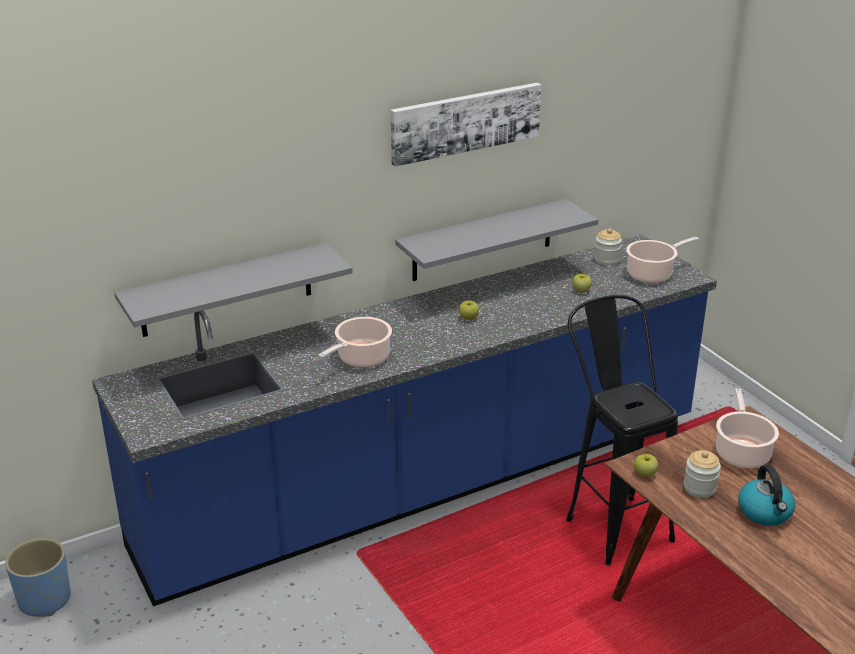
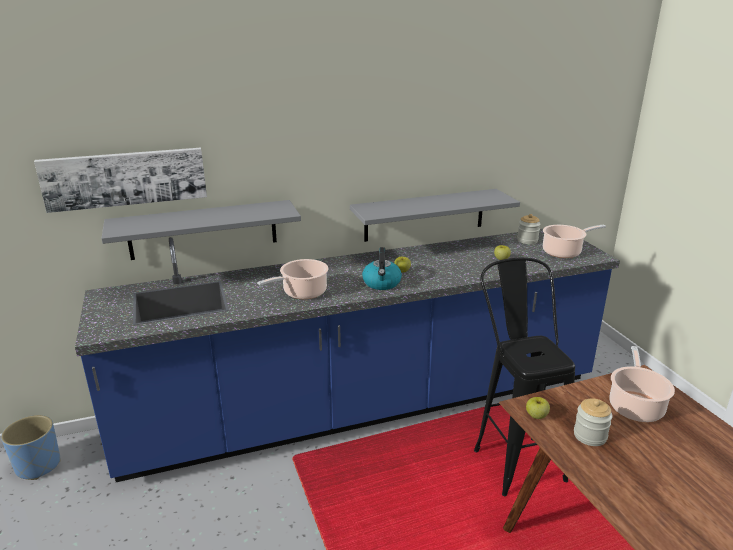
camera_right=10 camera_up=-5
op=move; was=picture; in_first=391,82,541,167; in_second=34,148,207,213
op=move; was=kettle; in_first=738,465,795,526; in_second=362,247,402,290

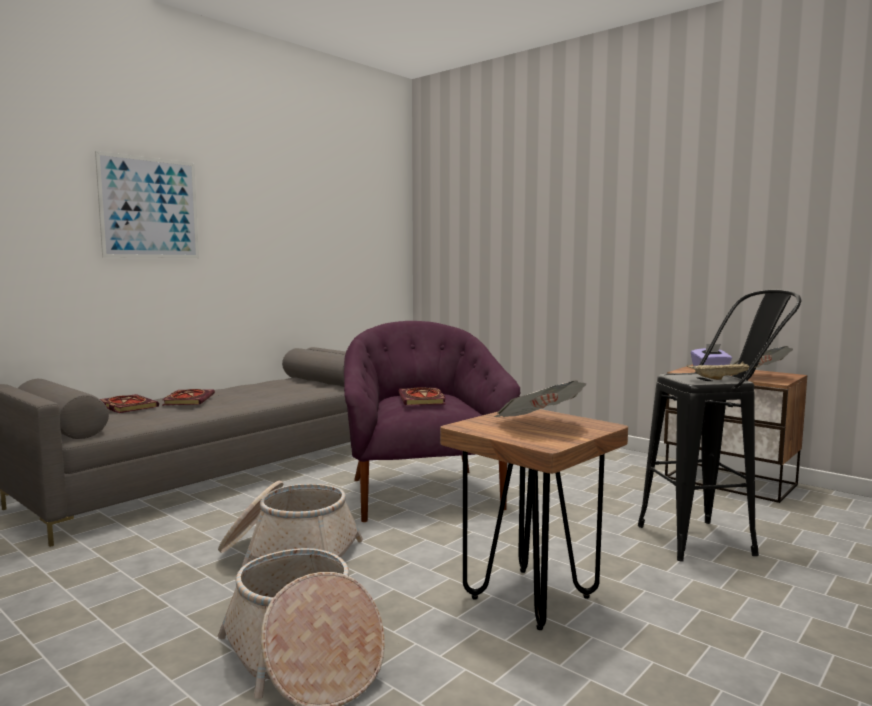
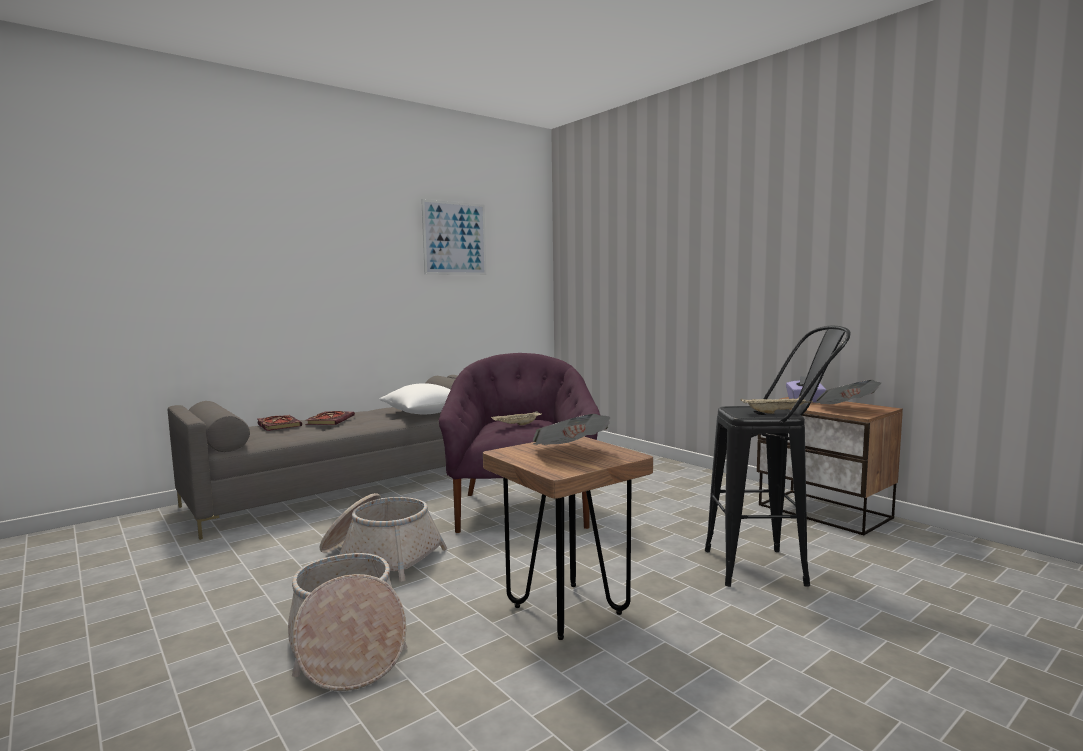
camera_right=10 camera_up=0
op=insert; now=pillow (white); in_second=380,383,451,415
op=move; was=picture; in_first=95,151,199,258; in_second=421,199,486,275
op=replace; was=book; now=tray (beige); in_first=398,387,446,405; in_second=491,411,542,426

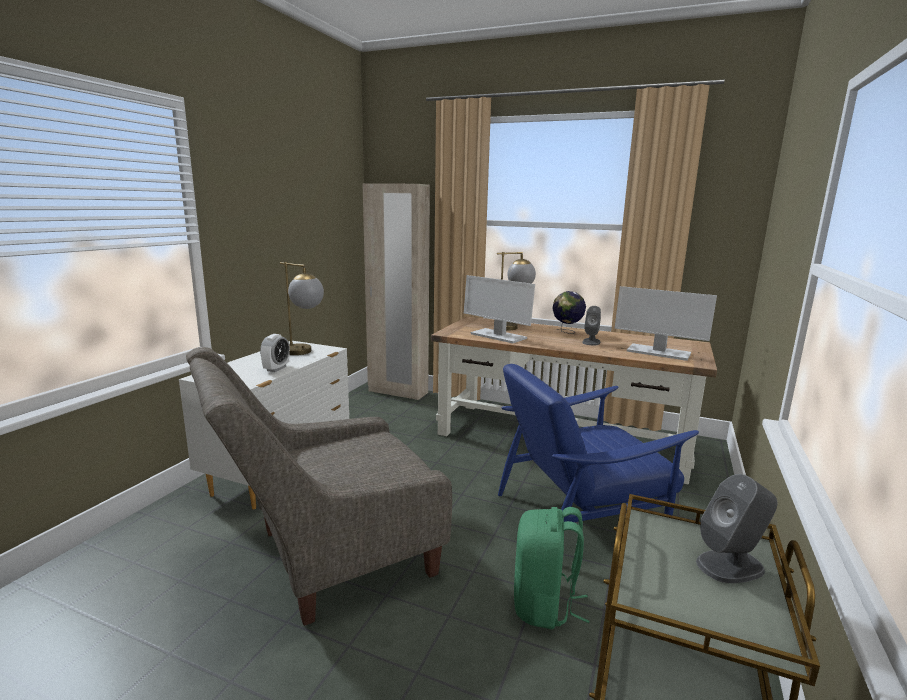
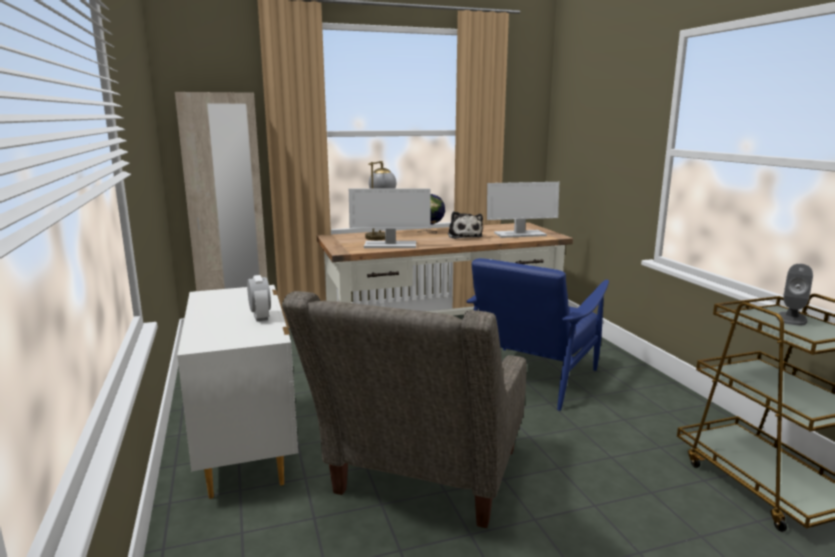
camera_right=-40 camera_up=0
op=replace; was=speaker (grey); now=plush toy; in_first=582,306,601,346; in_second=448,211,483,239
op=delete; was=table lamp; in_first=280,262,324,355
op=delete; was=backpack (green); in_first=514,507,589,629

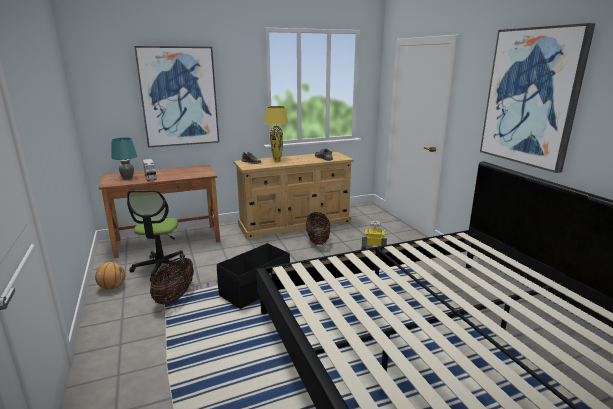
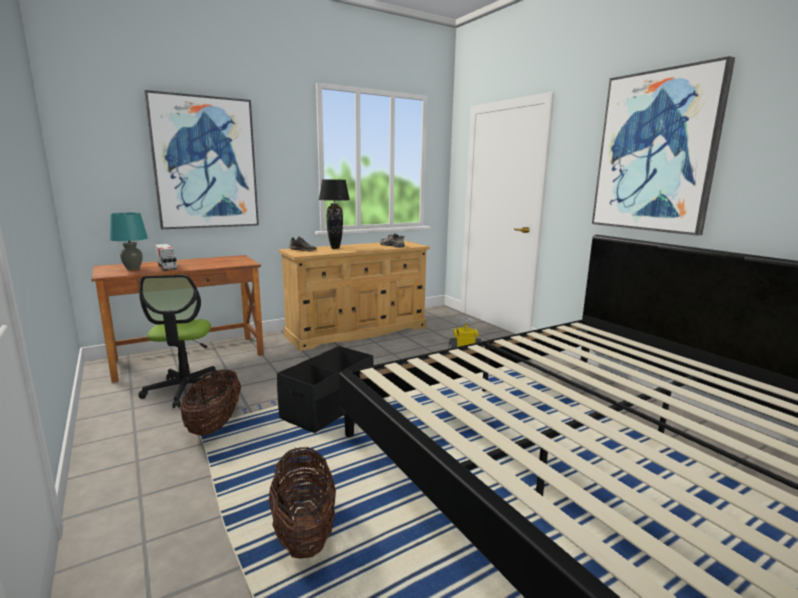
camera_right=-10 camera_up=-5
op=move; was=basket; in_first=306,212,330,245; in_second=269,446,336,559
op=recolor; was=table lamp (yellow); now=table lamp (black); in_first=264,106,288,161; in_second=319,179,350,249
op=delete; was=basketball; in_first=95,262,125,290

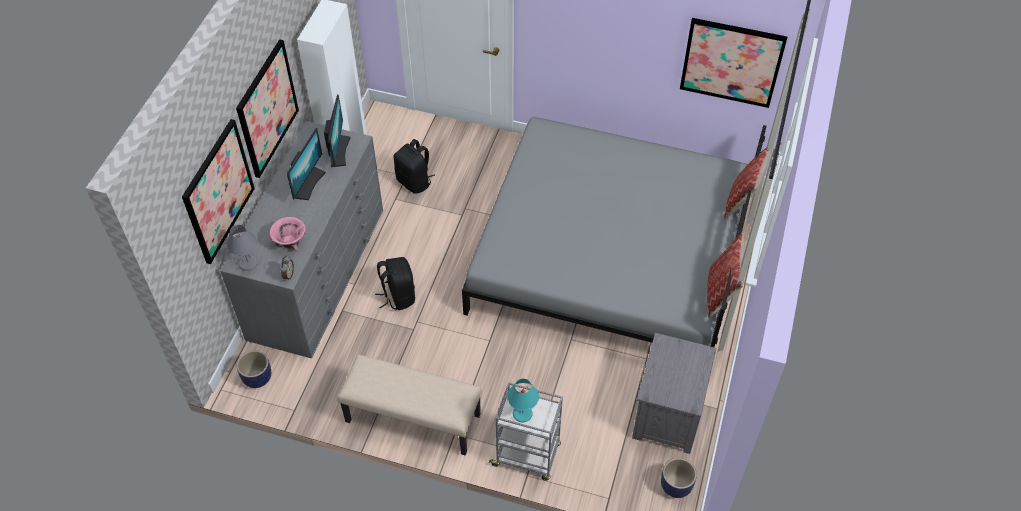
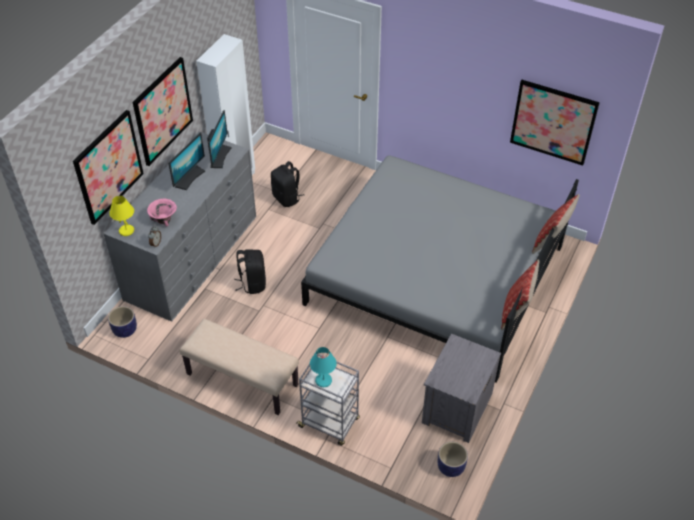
camera_right=10 camera_up=-5
op=recolor; was=table lamp (grey); now=table lamp (yellow); in_first=227,225,258,271; in_second=109,196,134,236

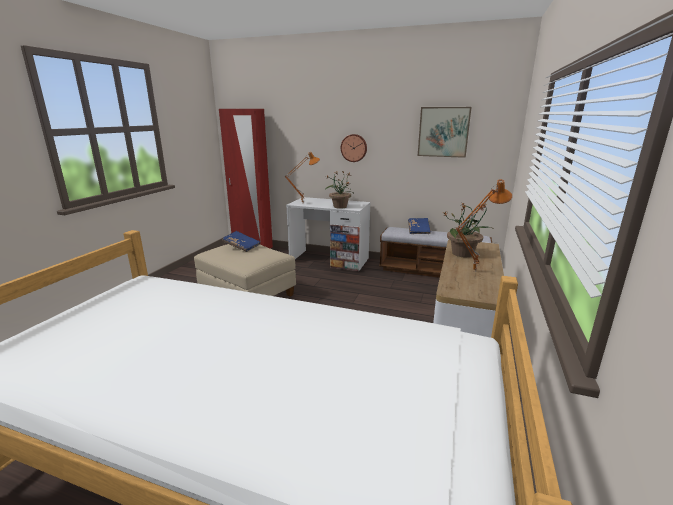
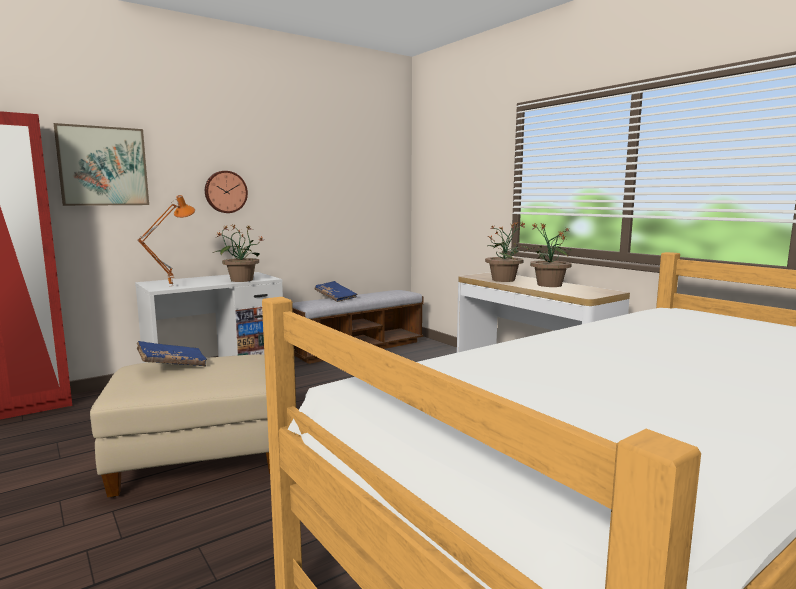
camera_right=-55 camera_up=-10
op=move; was=picture; in_first=418,107,471,158; in_second=54,123,149,206
op=replace; was=table lamp (orange); now=potted plant; in_first=456,179,512,272; in_second=525,223,572,287

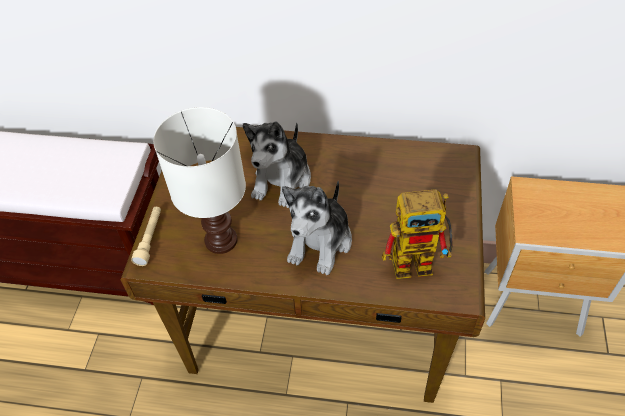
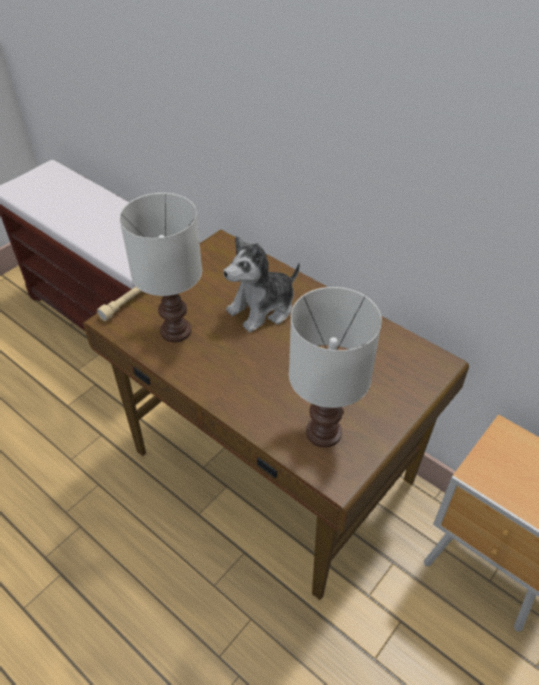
camera_right=30 camera_up=-5
op=replace; was=toy robot; now=table lamp (white); in_first=382,189,453,279; in_second=289,287,382,448
op=delete; was=plush toy; in_first=282,181,352,275

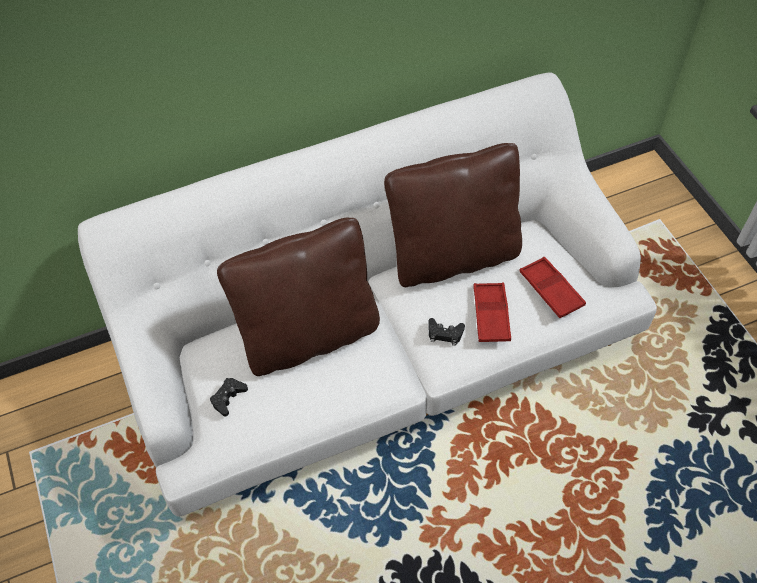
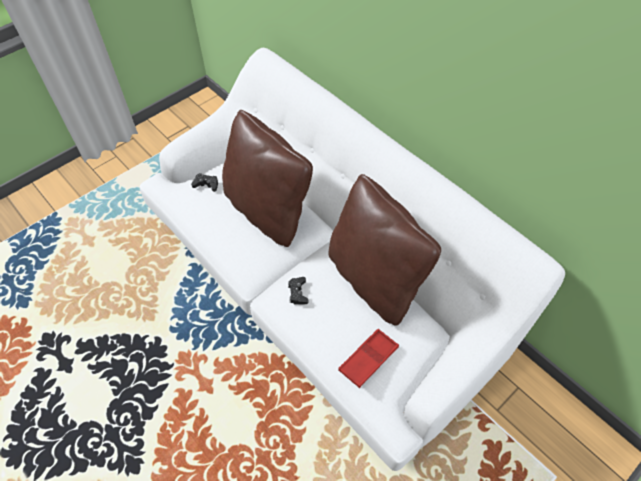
camera_right=70 camera_up=0
op=delete; was=tray (red); in_first=473,282,511,342

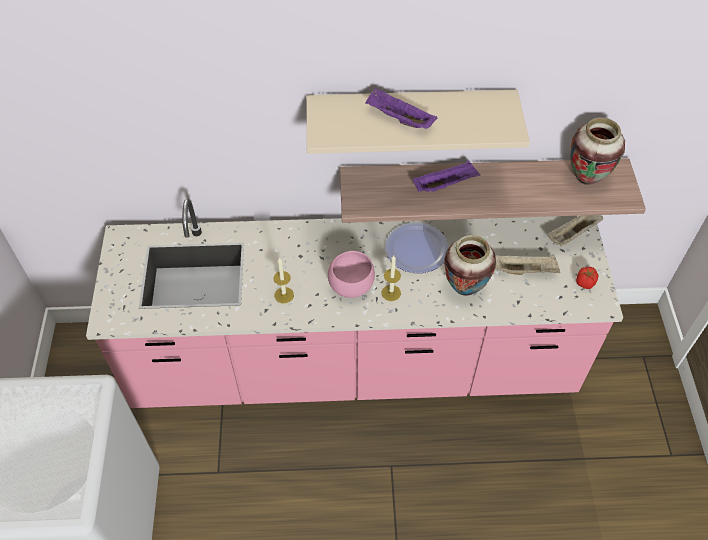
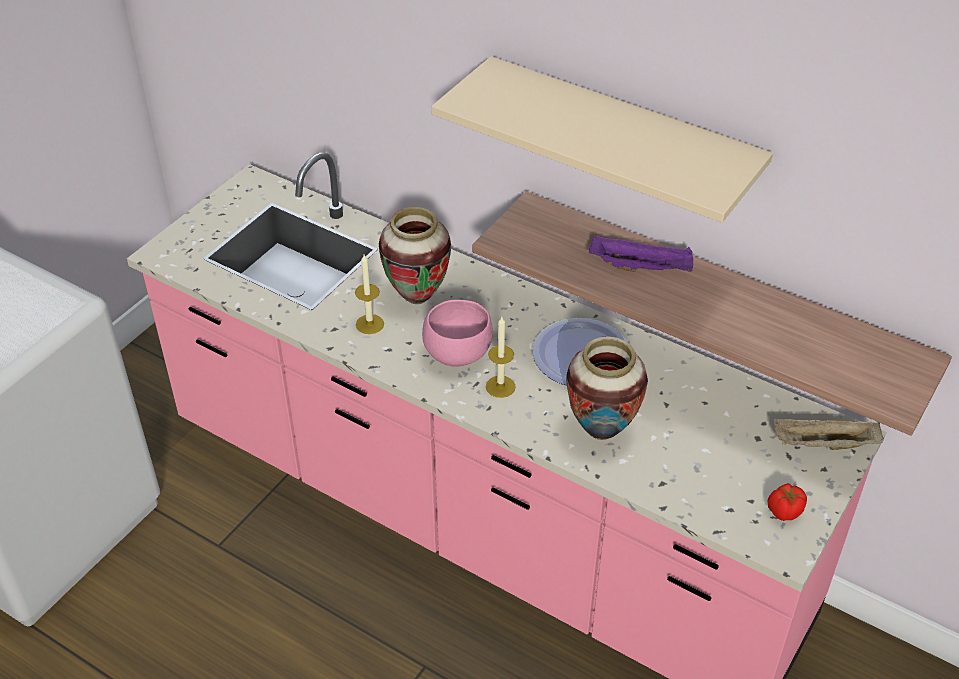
camera_right=35 camera_up=-10
op=move; was=vase; in_first=570,117,625,185; in_second=379,207,451,304
op=delete; was=tray (purple); in_first=365,88,437,129
op=delete; was=tray (beige); in_first=495,255,560,275

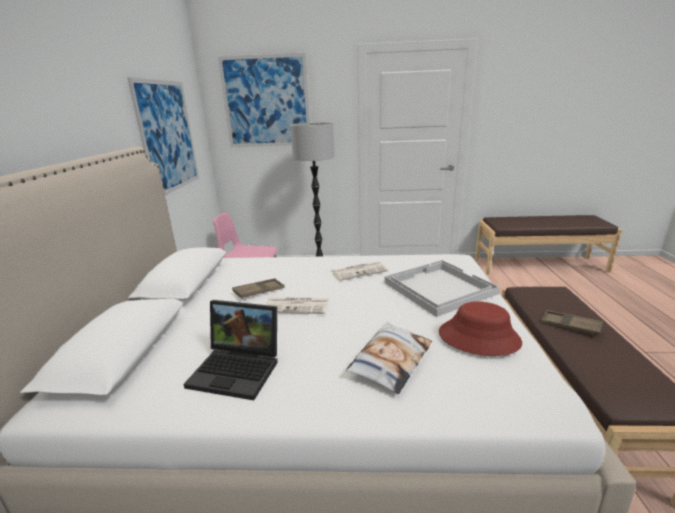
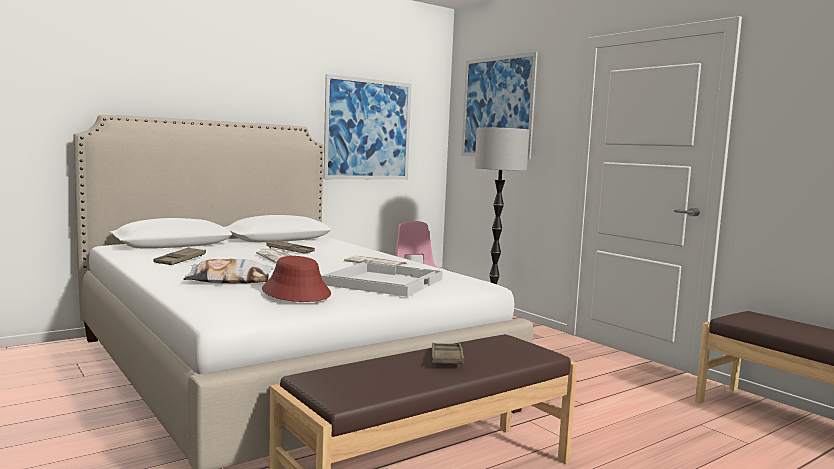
camera_right=50 camera_up=-15
op=replace; was=laptop; now=tray (brown); in_first=183,300,278,400; in_second=153,247,206,265

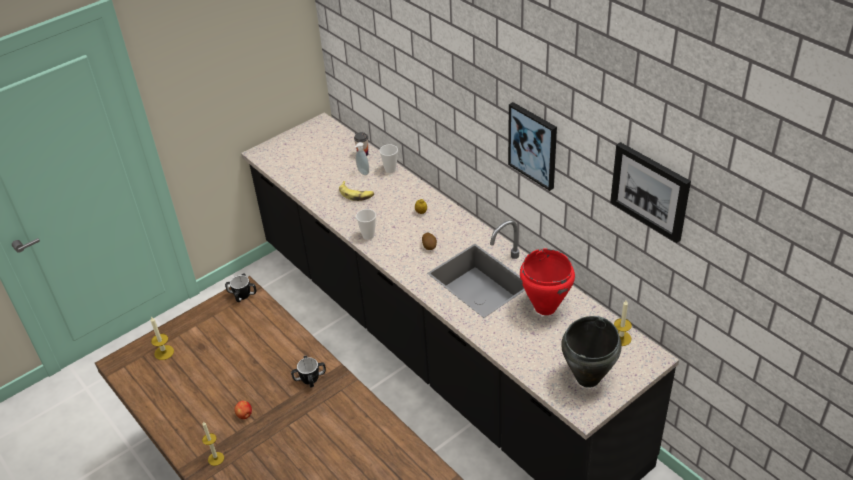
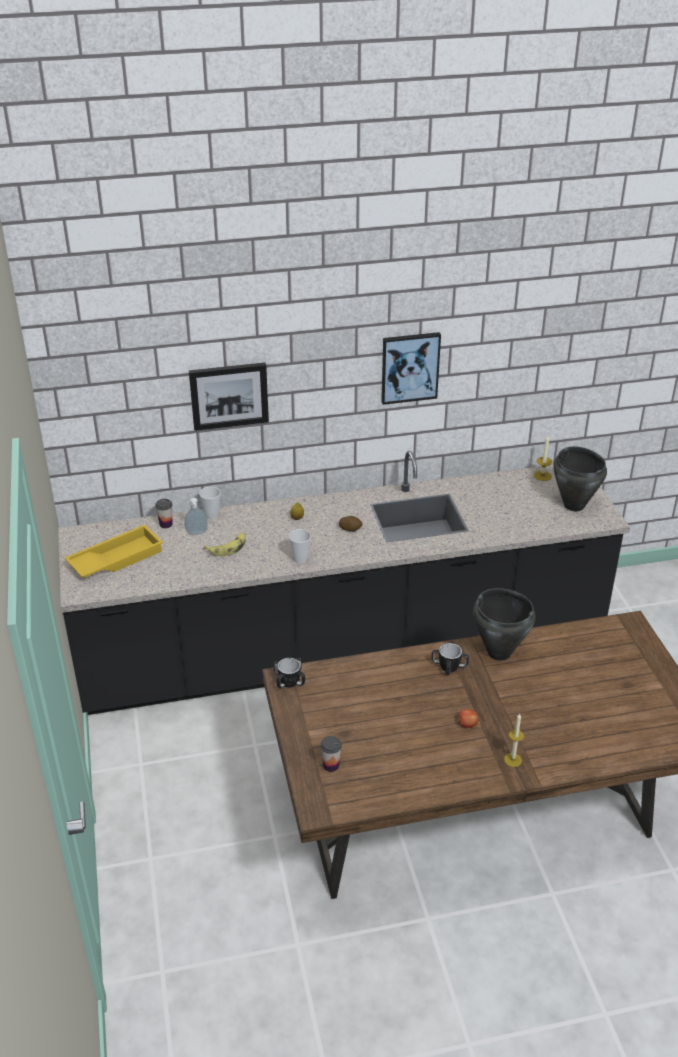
camera_right=-65 camera_up=-5
op=insert; now=tray (yellow); in_second=65,525,163,578
op=move; was=picture; in_first=610,142,691,243; in_second=189,362,269,431
op=replace; was=candle; now=cup; in_first=150,316,174,360; in_second=320,736,342,772
op=insert; now=cooking pot (black); in_second=473,588,536,661
op=delete; was=cooking pot (red); in_first=520,249,575,315

